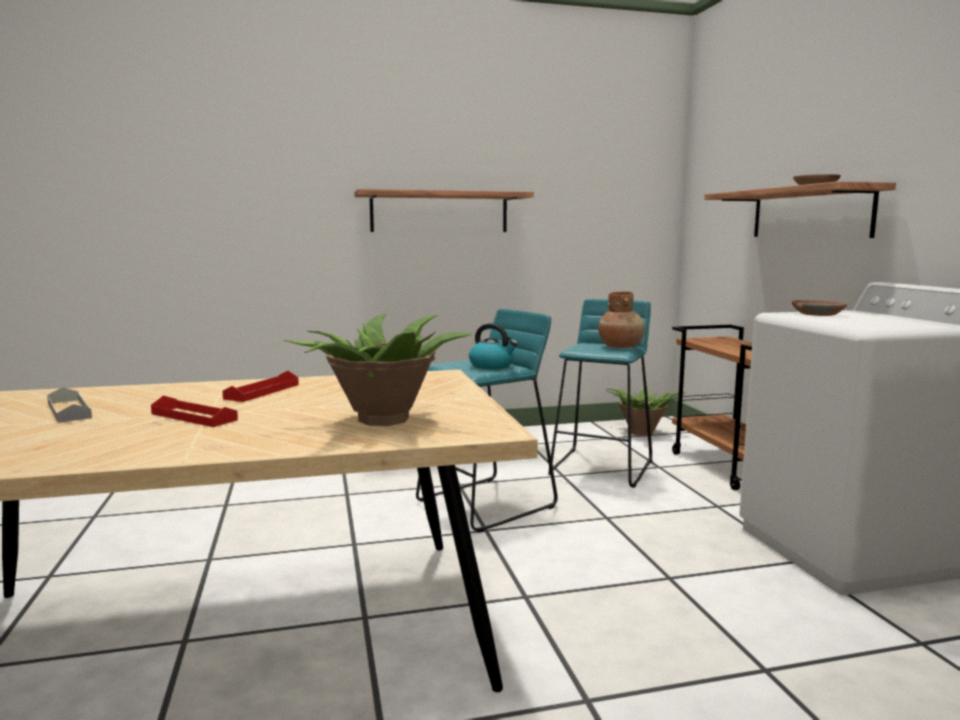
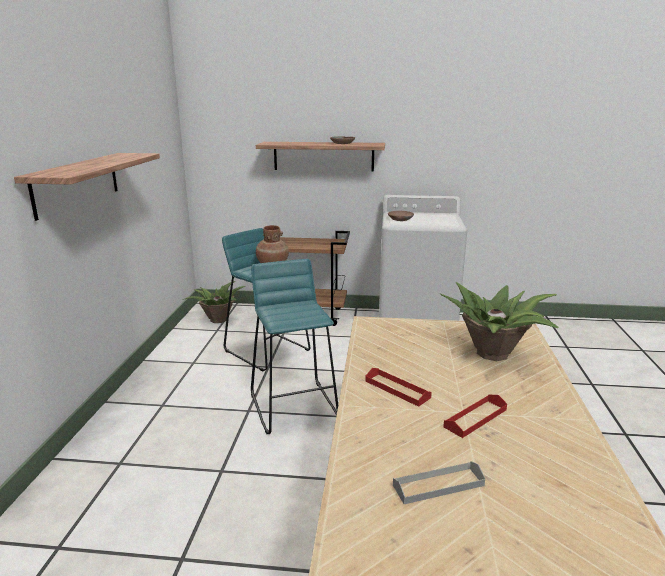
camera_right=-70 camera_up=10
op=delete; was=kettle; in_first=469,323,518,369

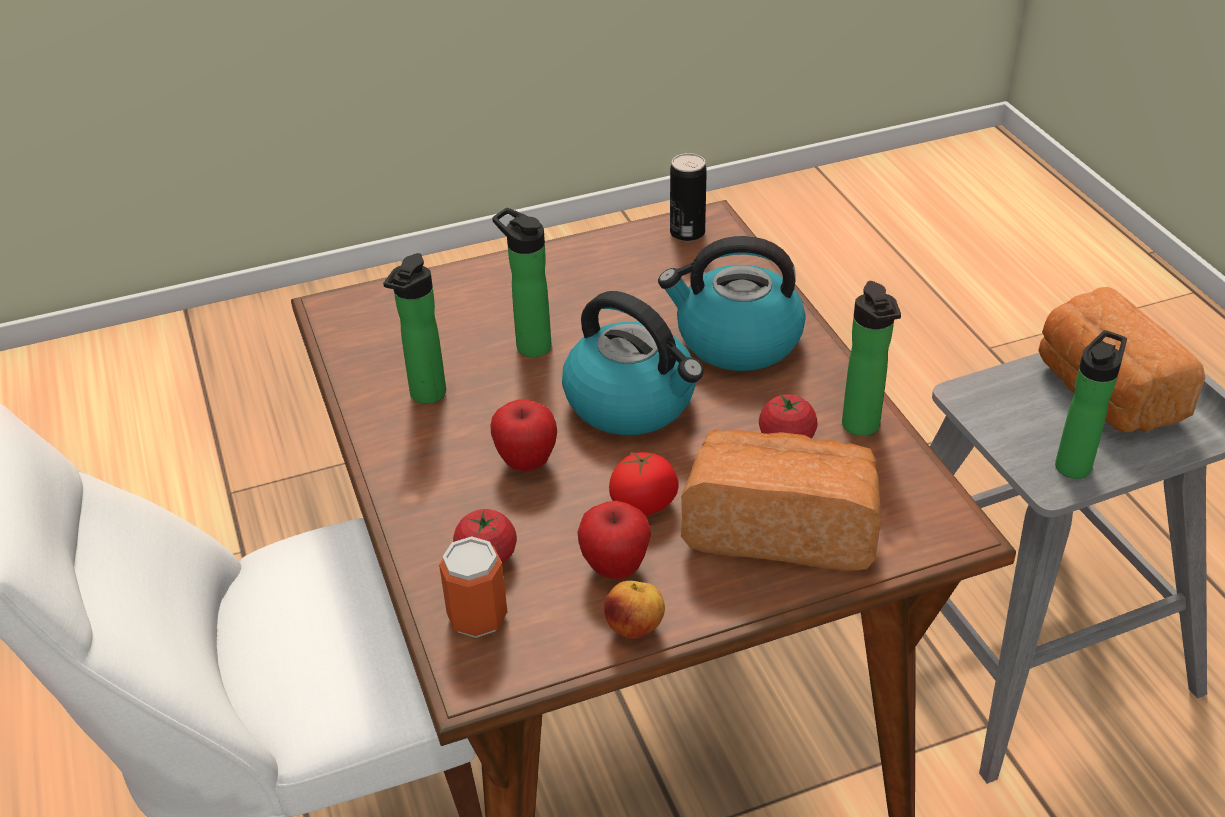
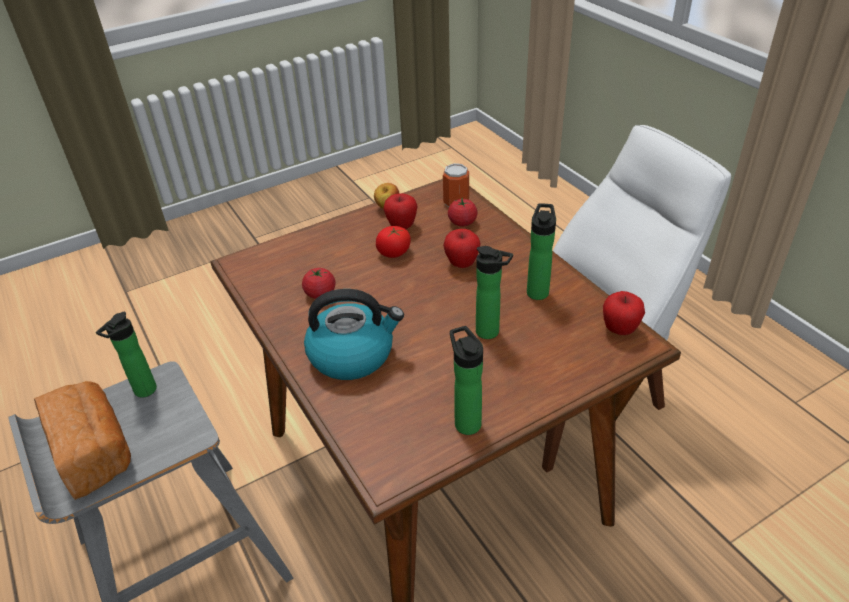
camera_right=170 camera_up=0
op=move; was=bottle; in_first=842,281,901,436; in_second=450,326,483,435
op=insert; now=apple; in_second=603,291,645,335
op=delete; was=kettle; in_first=562,291,704,435
op=delete; was=can; in_first=670,153,707,242
op=delete; was=bread; in_first=681,429,881,571

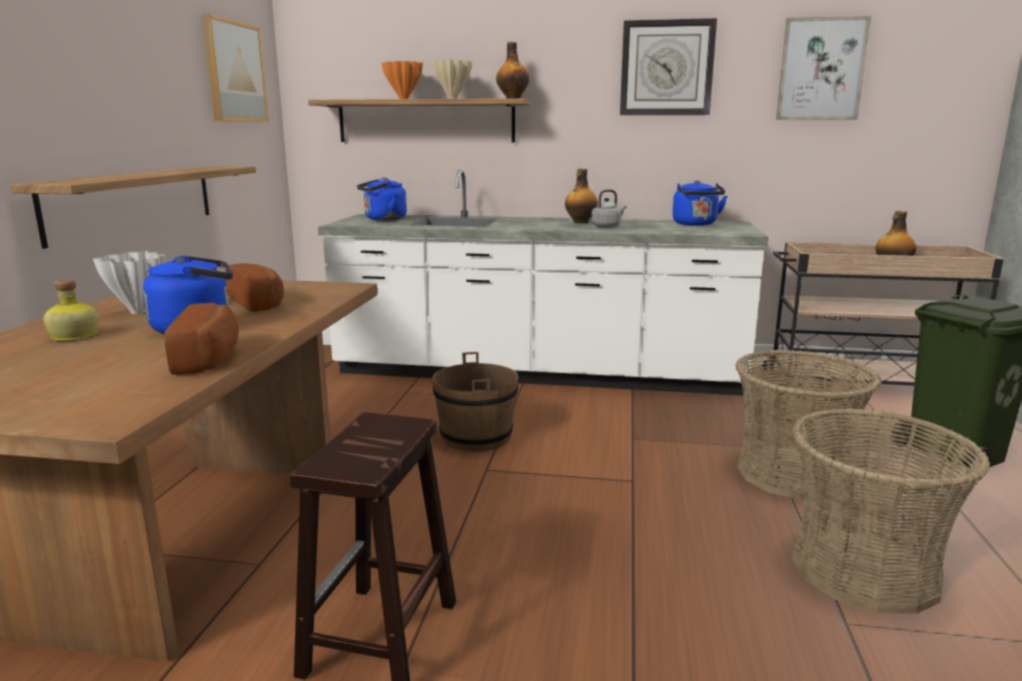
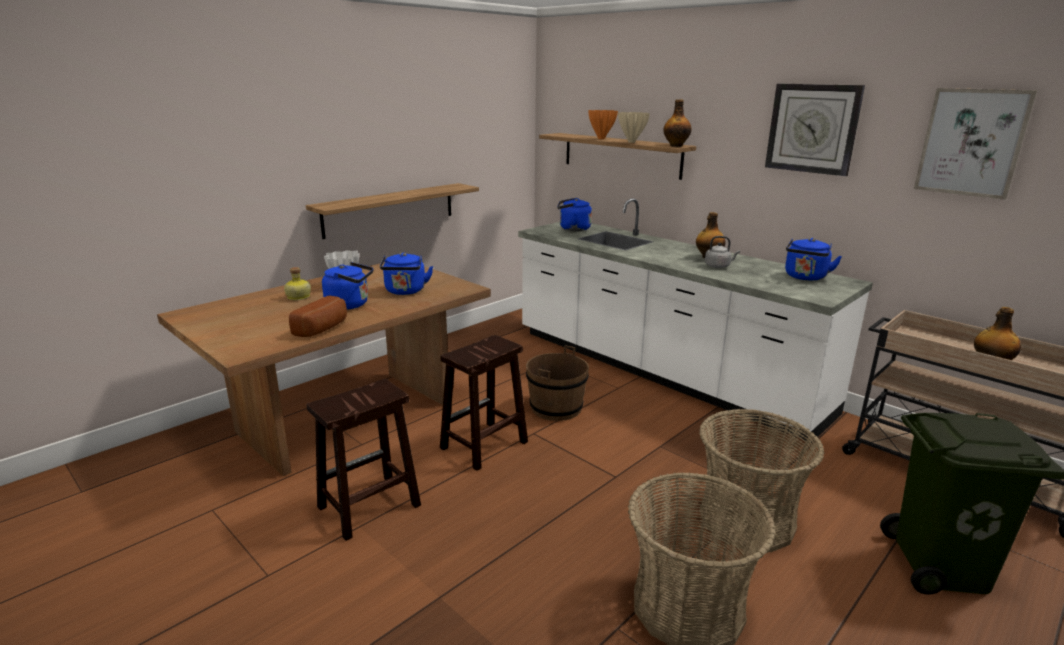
camera_right=35 camera_up=5
op=replace; was=bread; now=kettle (blue); in_first=225,263,284,312; in_second=380,252,433,295
op=insert; now=stool (brown); in_second=440,335,528,471
op=delete; was=picture; in_first=202,14,269,122

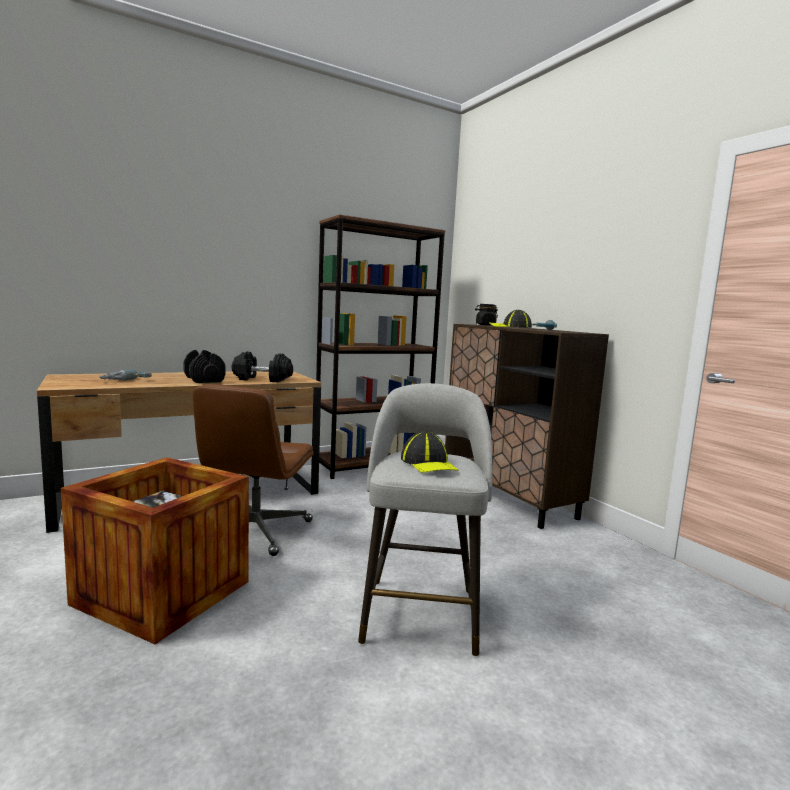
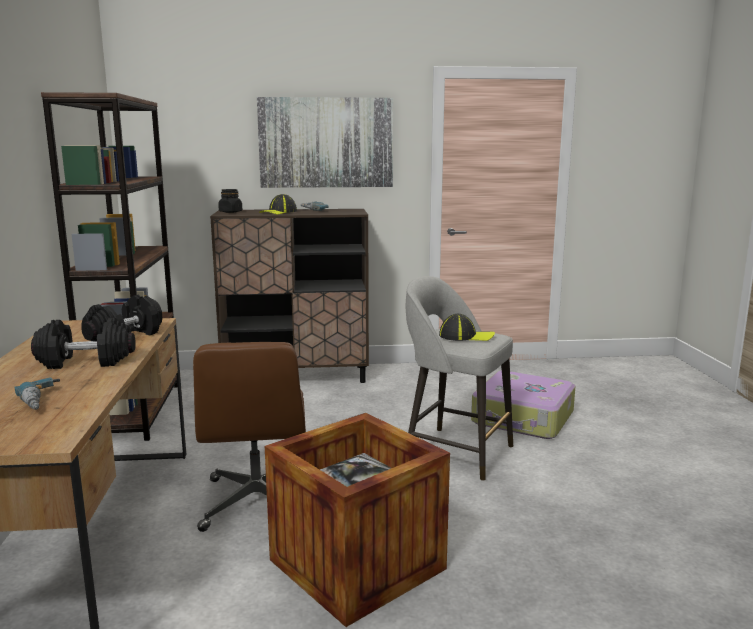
camera_right=-65 camera_up=5
op=rotate; was=office chair (brown); in_first=193,384,314,556; in_second=193,342,306,532; clockwise=45
op=insert; now=picture; in_second=257,97,393,188
op=insert; now=suitcase; in_second=471,371,575,439

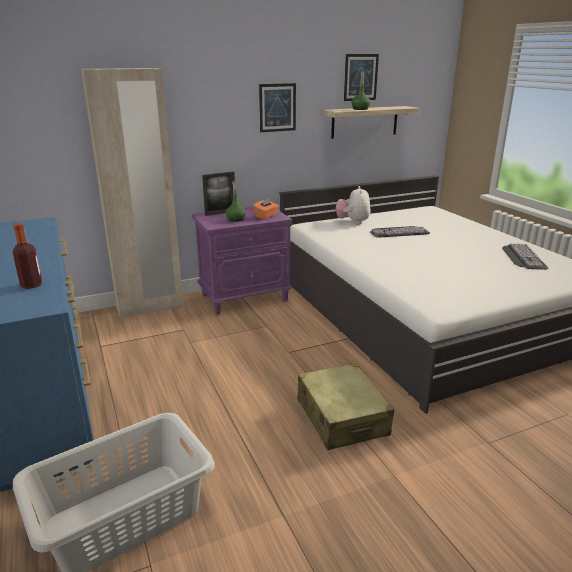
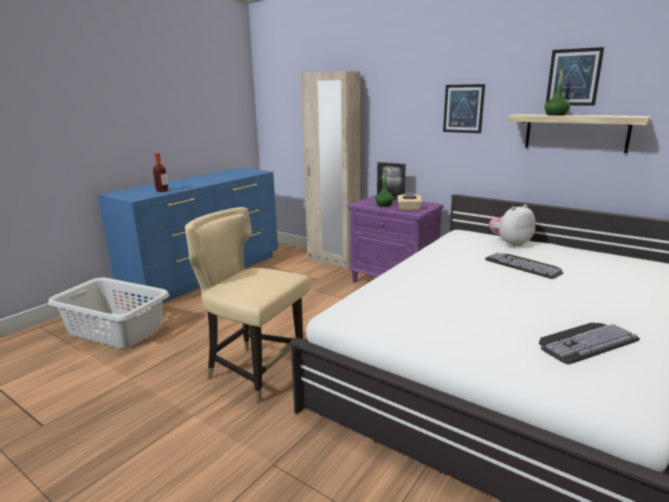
camera_right=60 camera_up=-5
op=replace; was=suitcase (beige); now=chair (beige); in_first=297,363,394,450; in_second=185,207,310,403
op=recolor; was=tissue box (orange); now=tissue box (beige); in_first=253,198,279,219; in_second=397,192,422,211

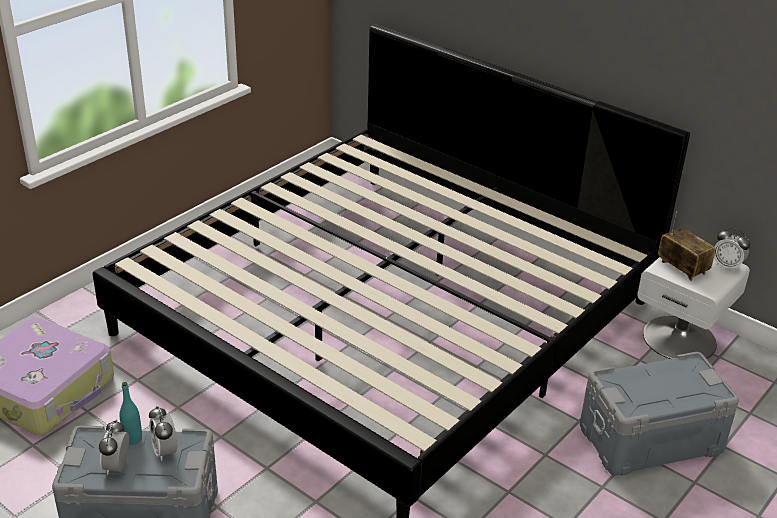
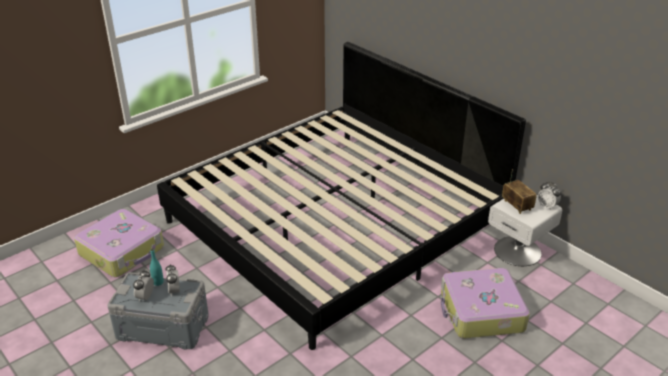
camera_right=10 camera_up=0
op=replace; was=storage box (grey); now=suitcase; in_first=580,352,739,476; in_second=441,268,530,339

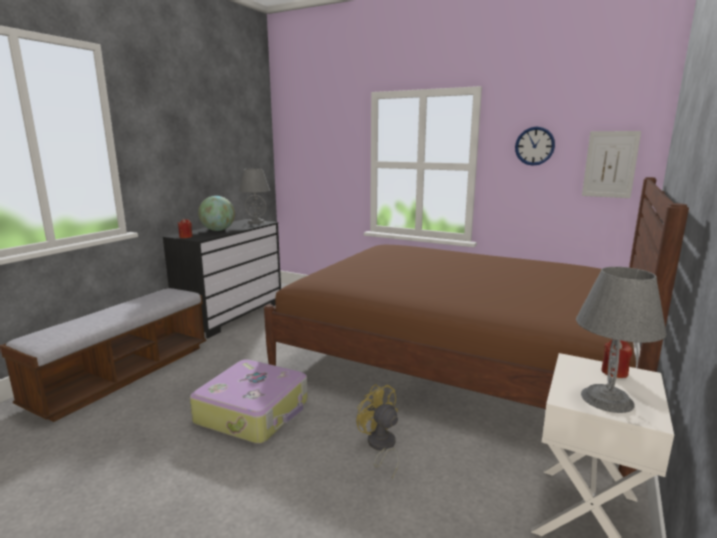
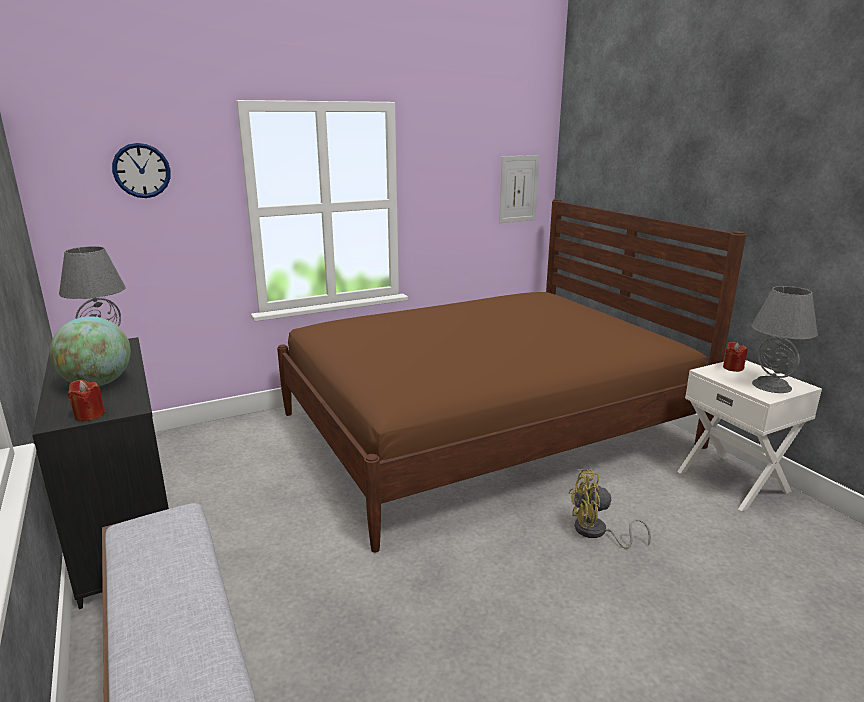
camera_right=-55 camera_up=5
op=move; was=wall clock; in_first=515,127,555,166; in_second=112,143,171,198
op=delete; was=suitcase; in_first=190,359,308,444

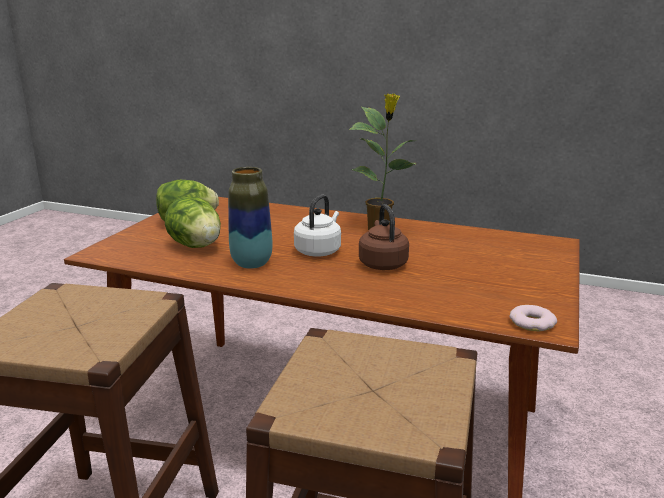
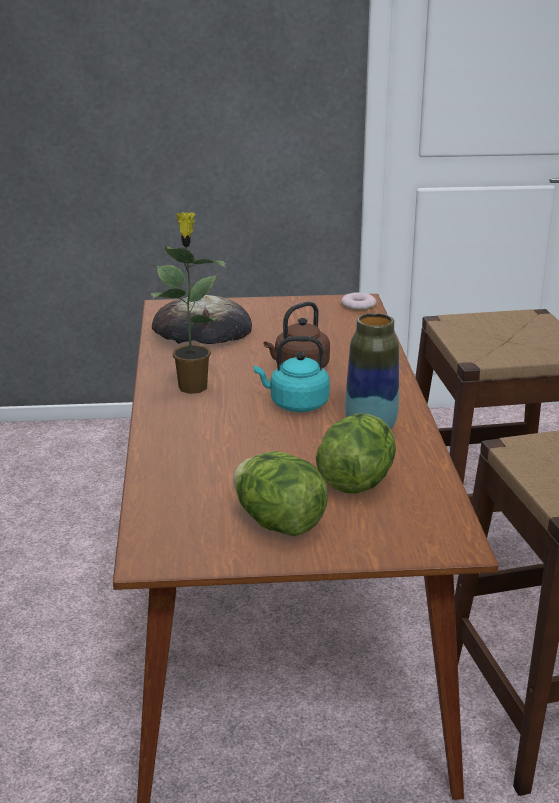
camera_right=-115 camera_up=5
op=insert; now=bread; in_second=152,295,252,344
op=recolor; was=kettle (white); now=kettle (turquoise); in_first=294,194,341,256; in_second=254,336,330,412

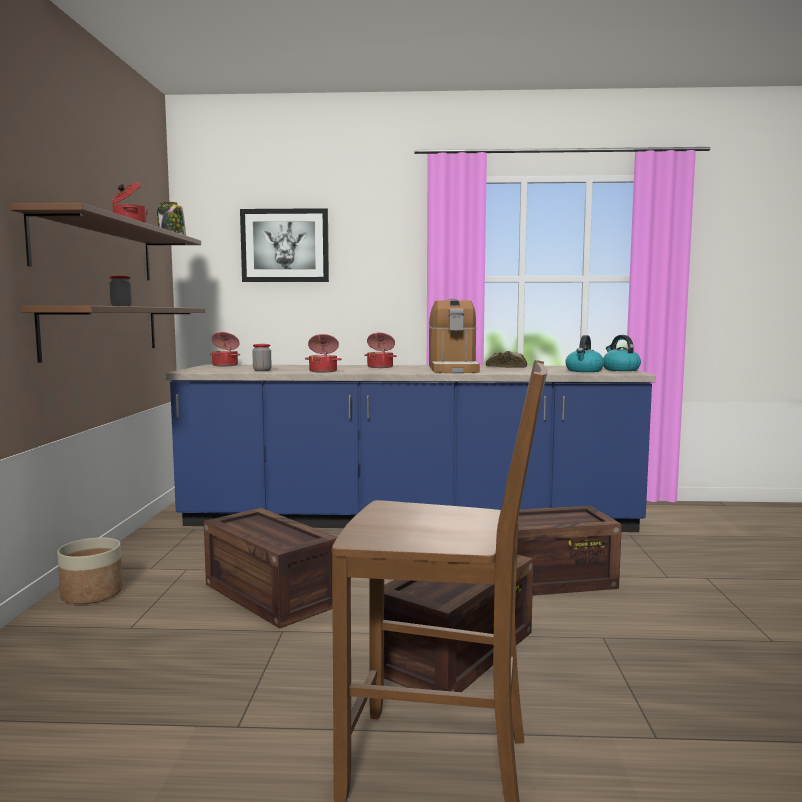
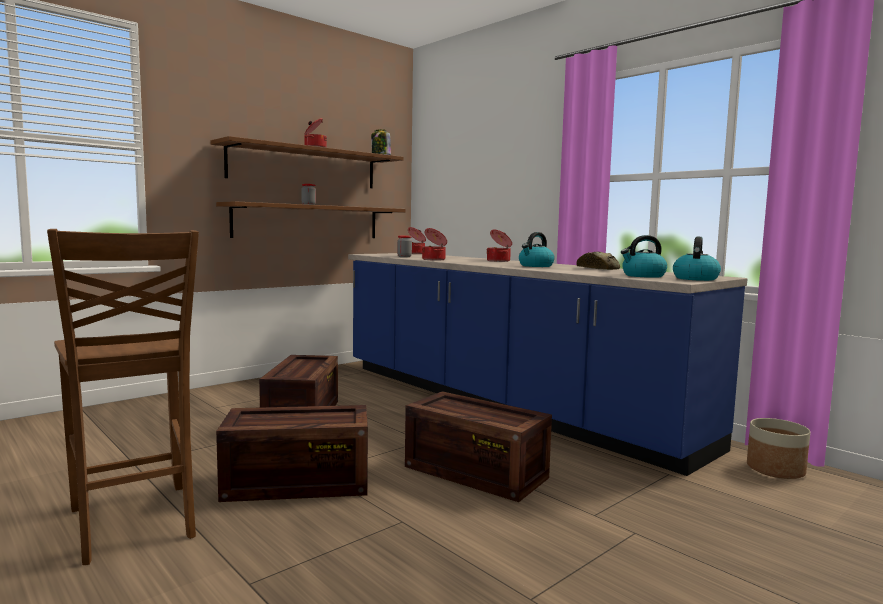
camera_right=45 camera_up=0
op=replace; was=coffee machine; now=kettle; in_first=429,299,480,373; in_second=519,232,555,267
op=move; was=planter; in_first=57,537,123,604; in_second=747,418,810,479
op=delete; was=picture; in_first=240,208,329,282

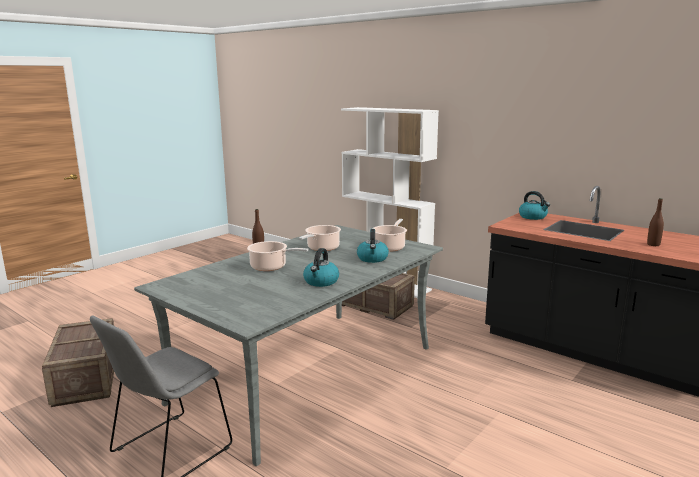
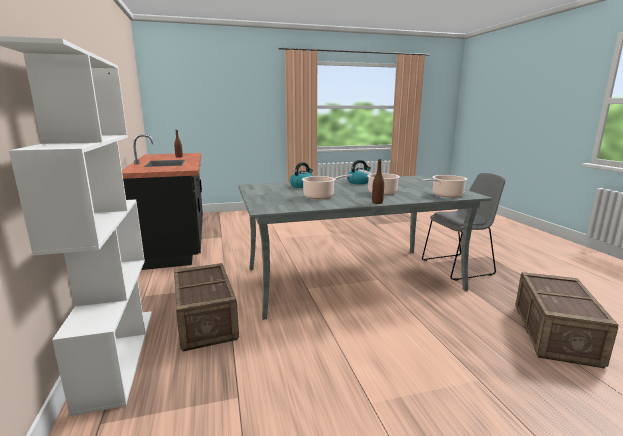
camera_right=-145 camera_up=0
op=move; was=cooking pot; in_first=372,219,407,252; in_second=423,175,467,198
op=delete; was=kettle; in_first=519,191,550,220

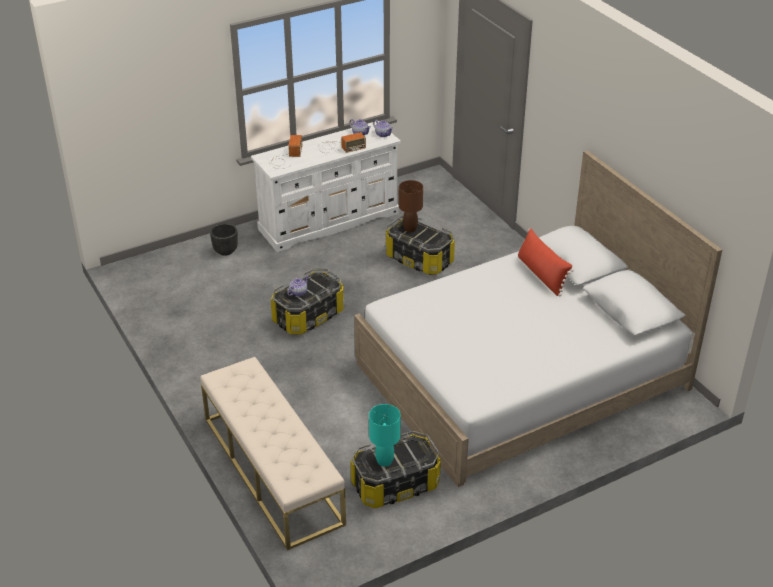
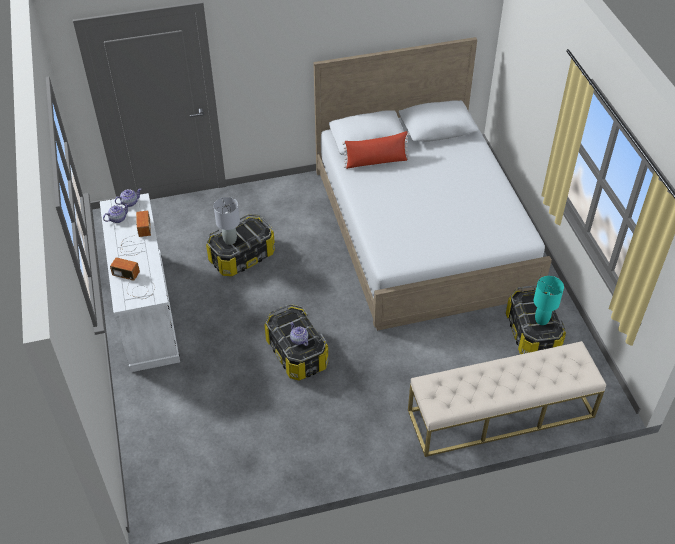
camera_right=-75 camera_up=10
op=recolor; was=table lamp (brown); now=table lamp (grey); in_first=399,180,423,232; in_second=214,197,240,245
op=delete; was=planter (black); in_first=210,223,238,256

